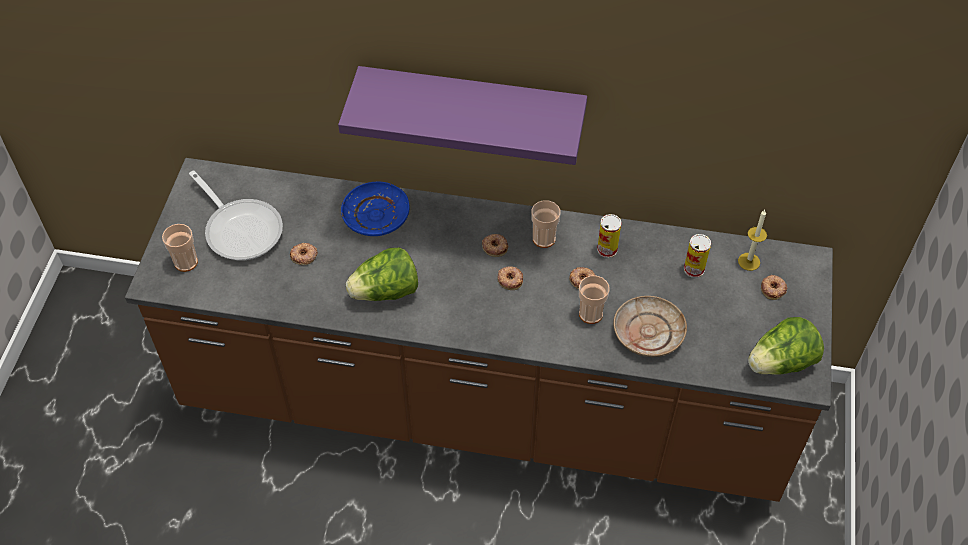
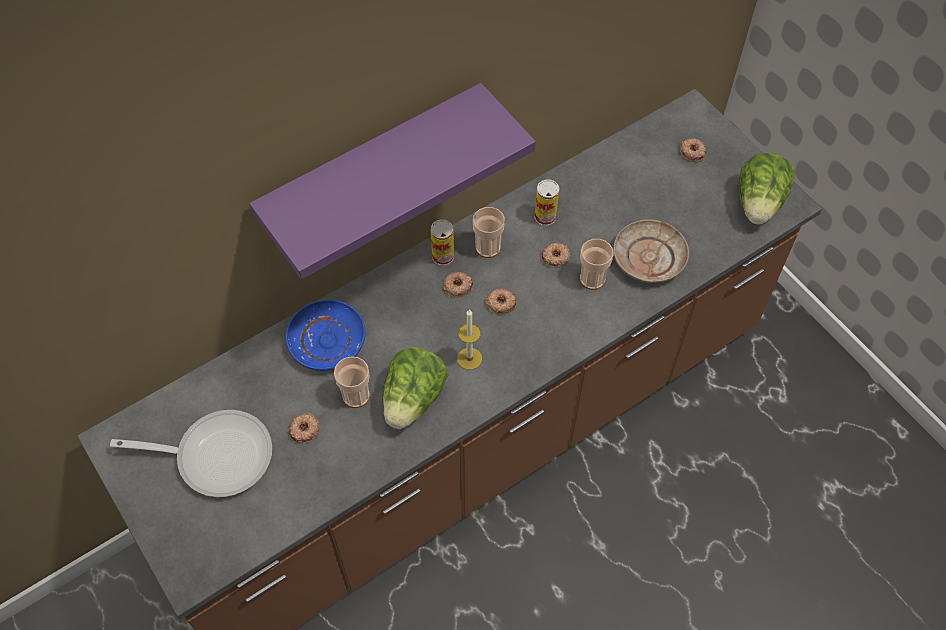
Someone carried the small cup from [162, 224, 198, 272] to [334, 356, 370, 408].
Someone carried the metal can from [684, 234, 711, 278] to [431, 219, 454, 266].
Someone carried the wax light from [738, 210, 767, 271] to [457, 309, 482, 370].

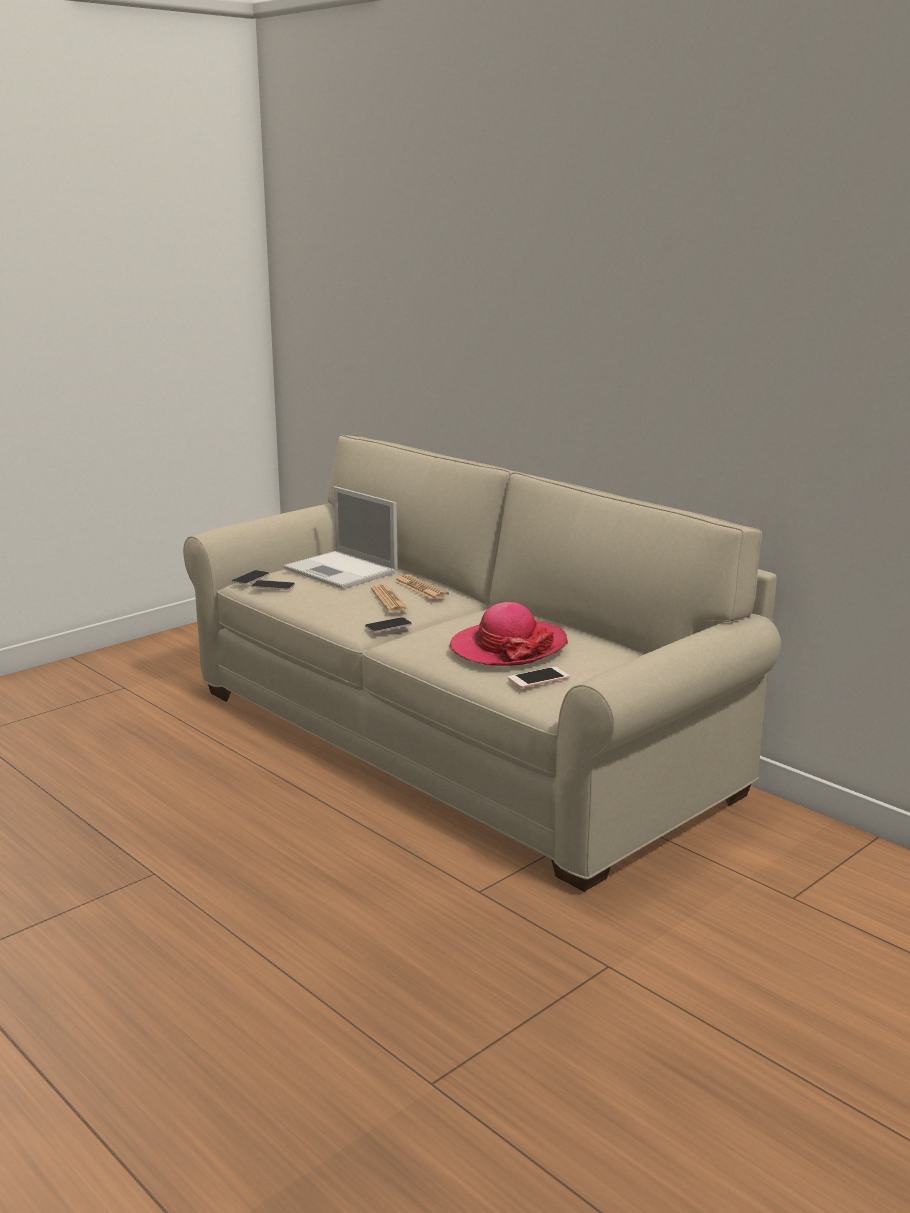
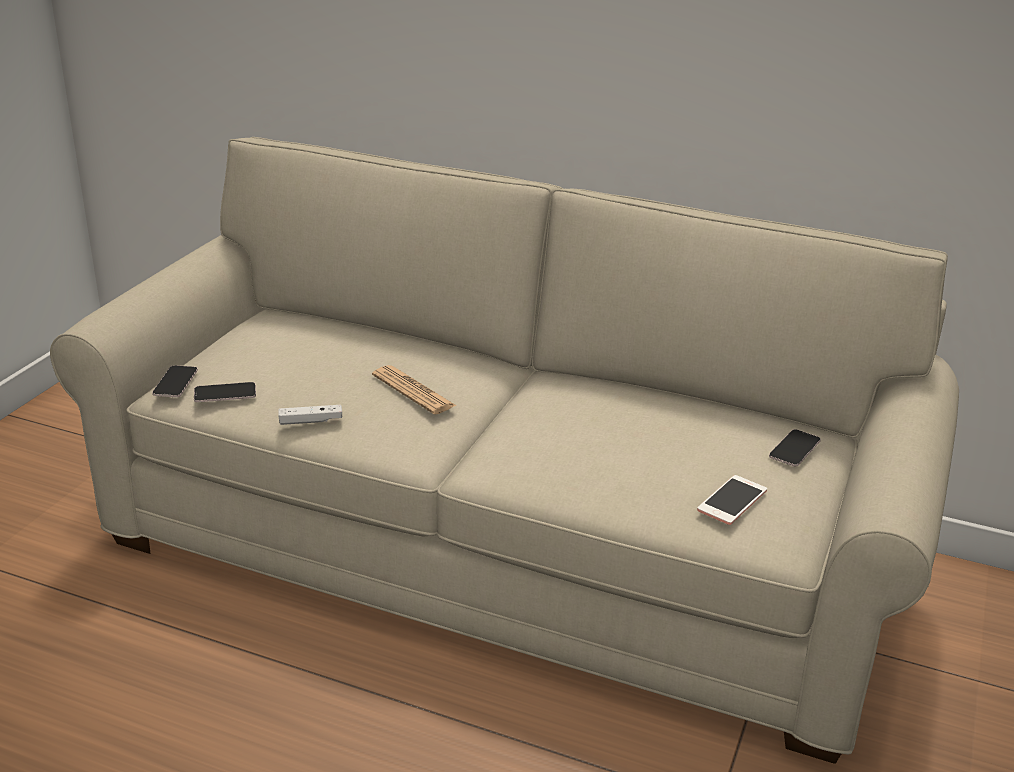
Someone took away the notebook computer at [284, 486, 398, 589].
Someone carried the handset from [365, 617, 412, 632] to [769, 429, 821, 466].
Someone took away the printed paper at [394, 575, 449, 600].
Someone took away the clothing hat at [449, 602, 568, 666].
Someone put down the white joypad at [278, 405, 342, 425].

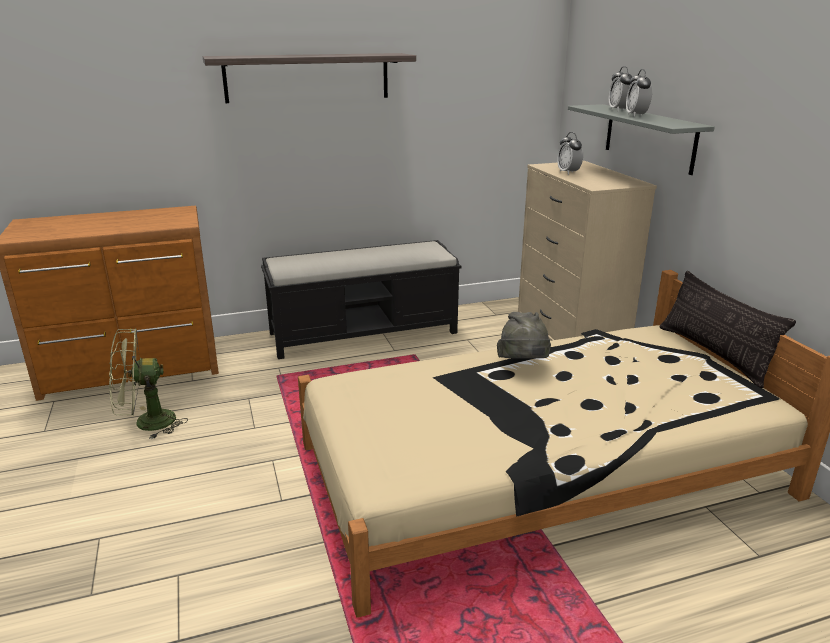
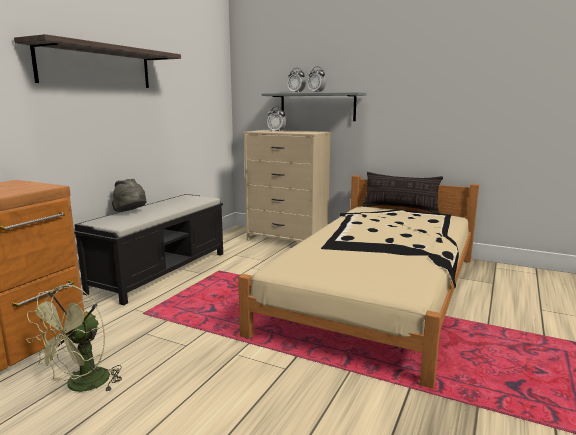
Someone carried the gray clothing hat from [497, 312, 551, 359] to [112, 179, 147, 212].

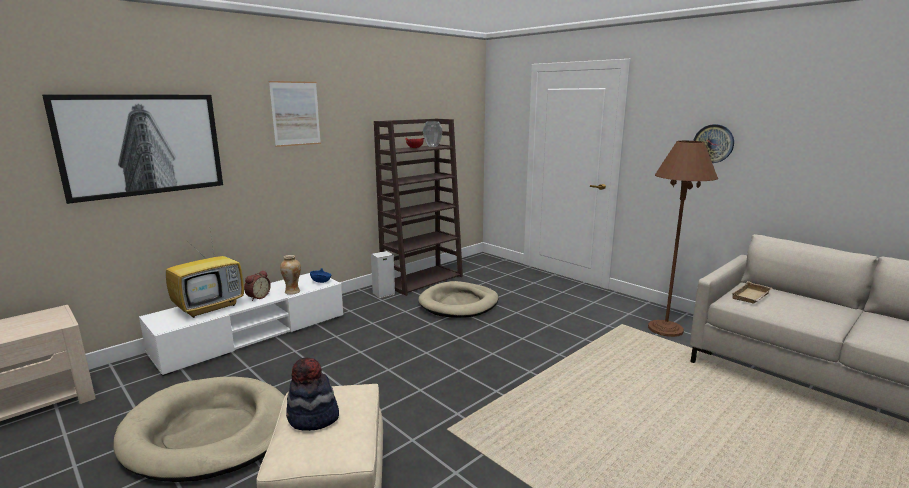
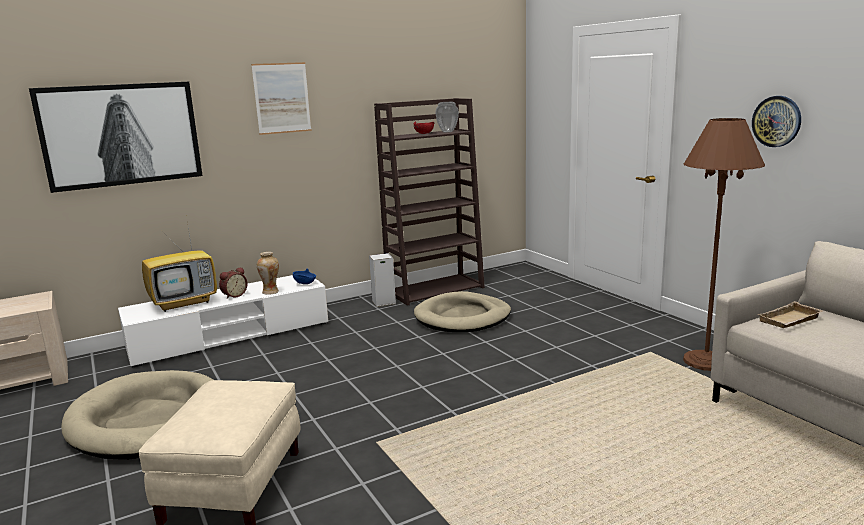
Someone took away the clothing hat at [286, 357, 339, 431].

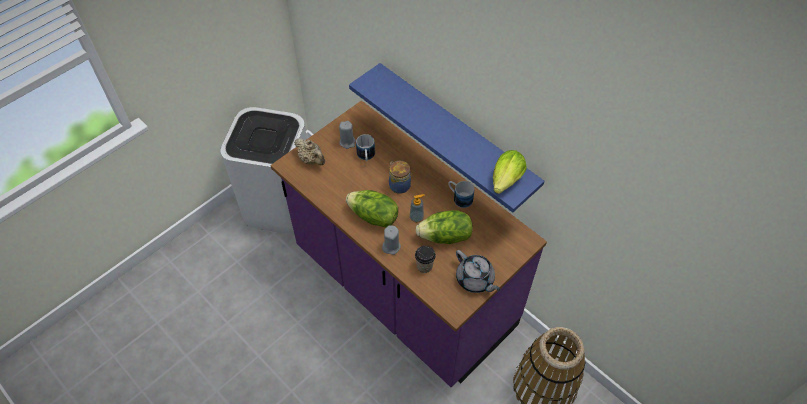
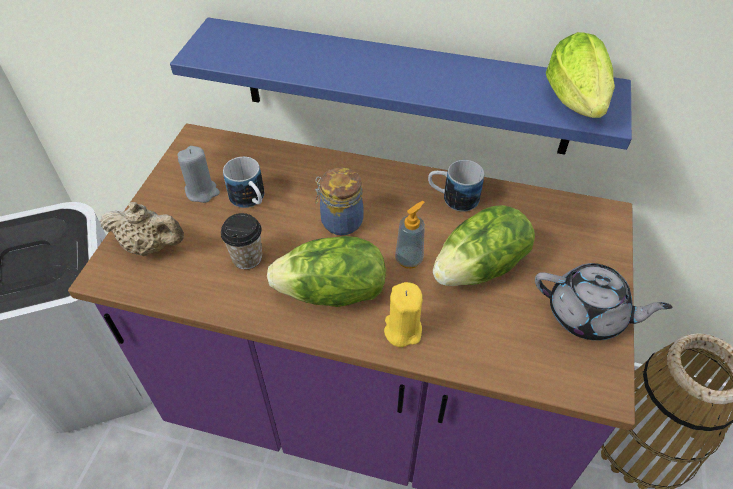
Someone repainted the gray wax light at [382, 225, 401, 255], which became the yellow wax light at [384, 282, 423, 347].
Someone carried the small cup from [415, 246, 436, 273] to [221, 213, 262, 269].

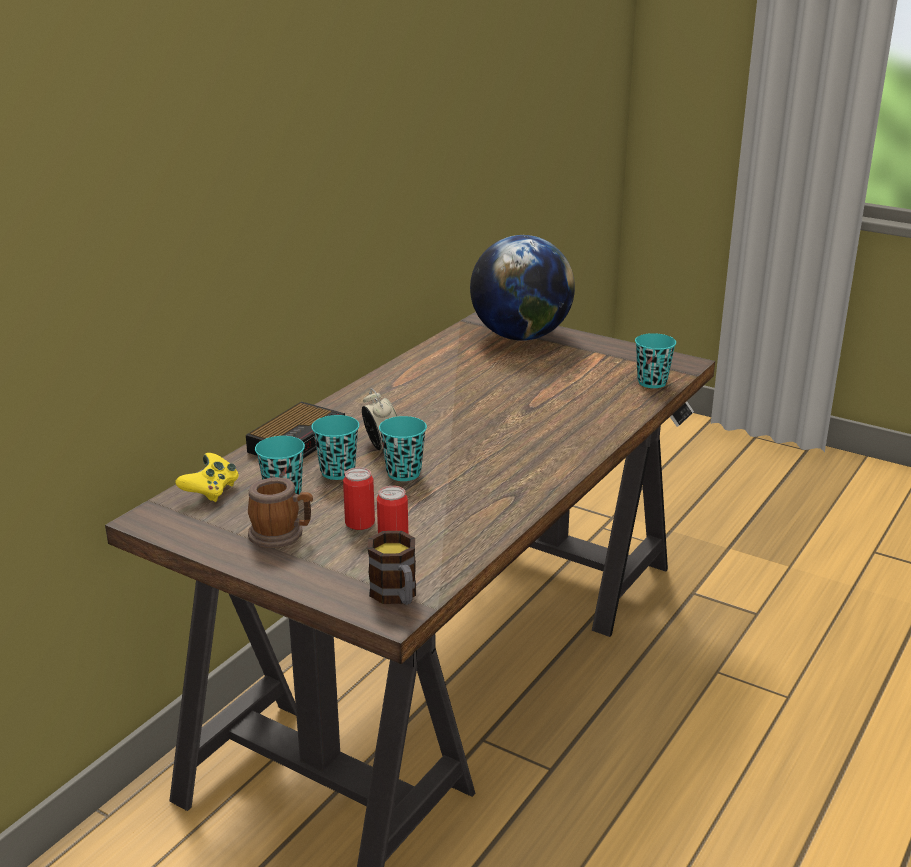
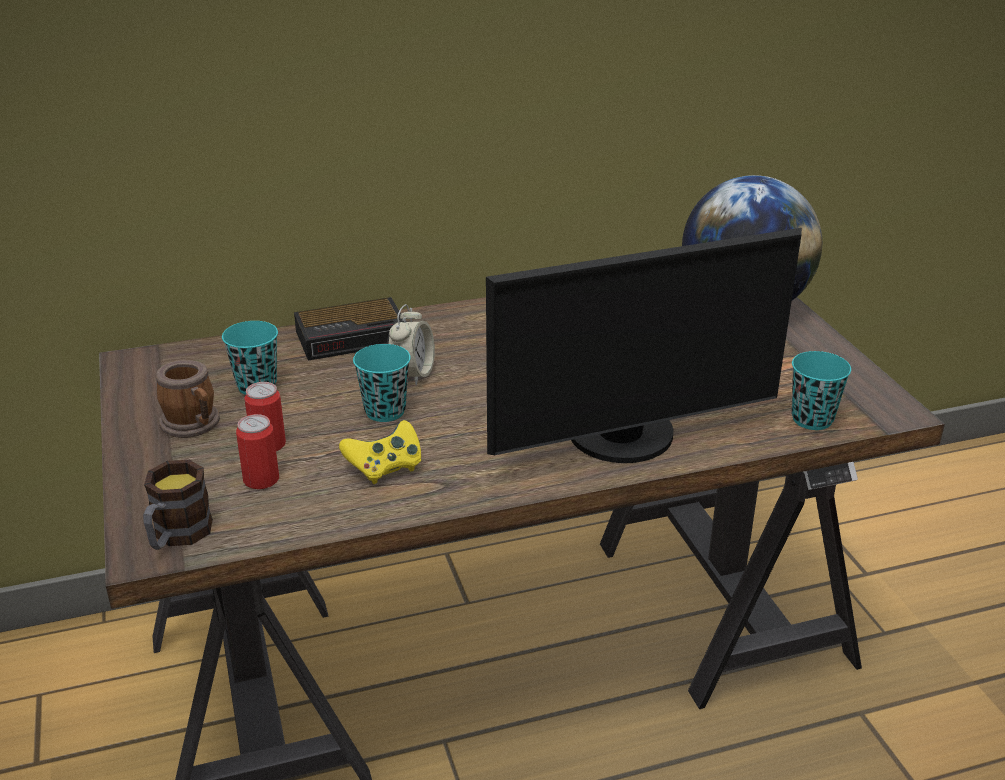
Someone carried the yellow joypad from [175, 453, 239, 502] to [339, 420, 421, 484].
Someone took away the blue-green small cup at [312, 415, 359, 480].
Someone put down the monitor at [486, 228, 802, 463].

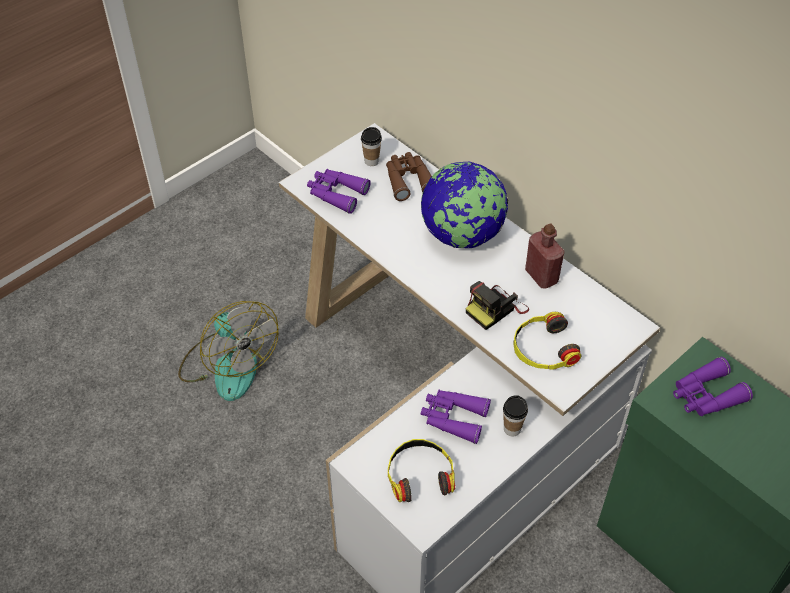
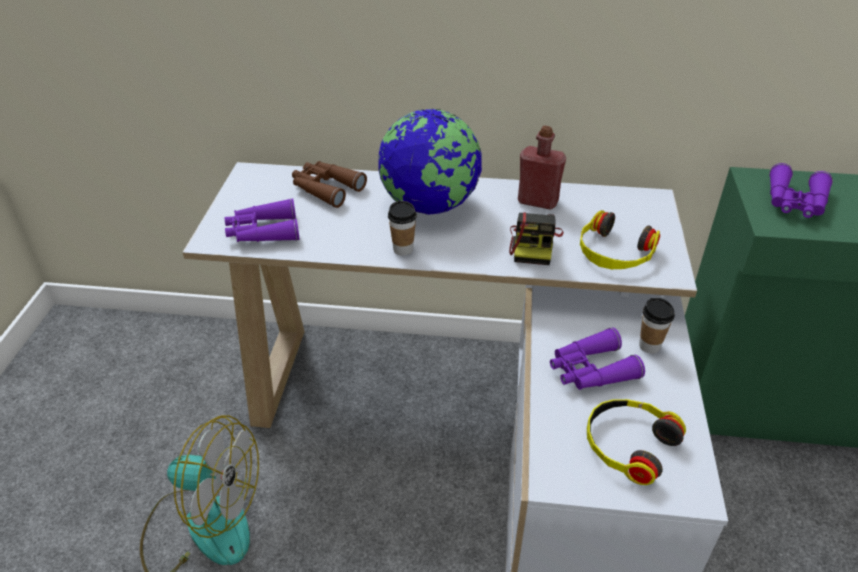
Someone carried the small cup from [361, 127, 382, 166] to [388, 201, 417, 256].

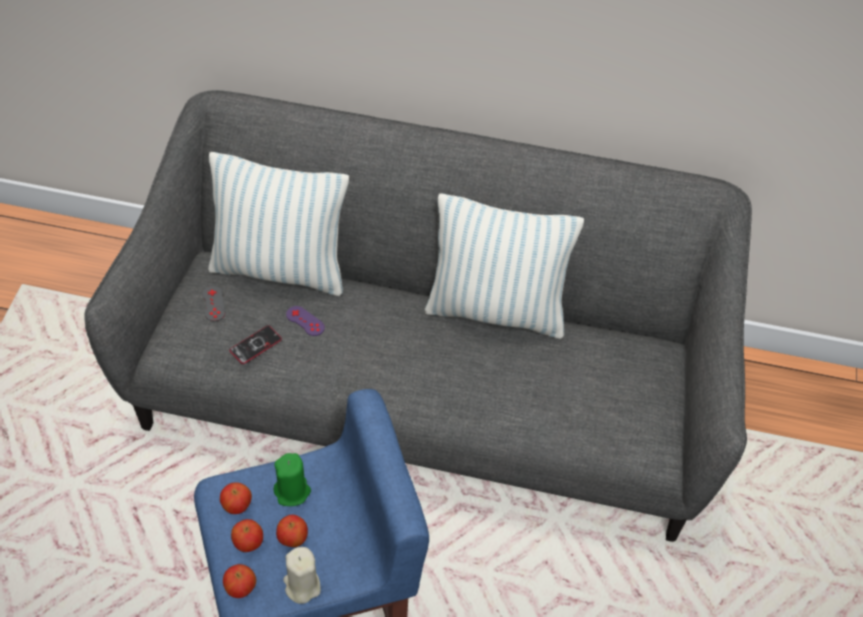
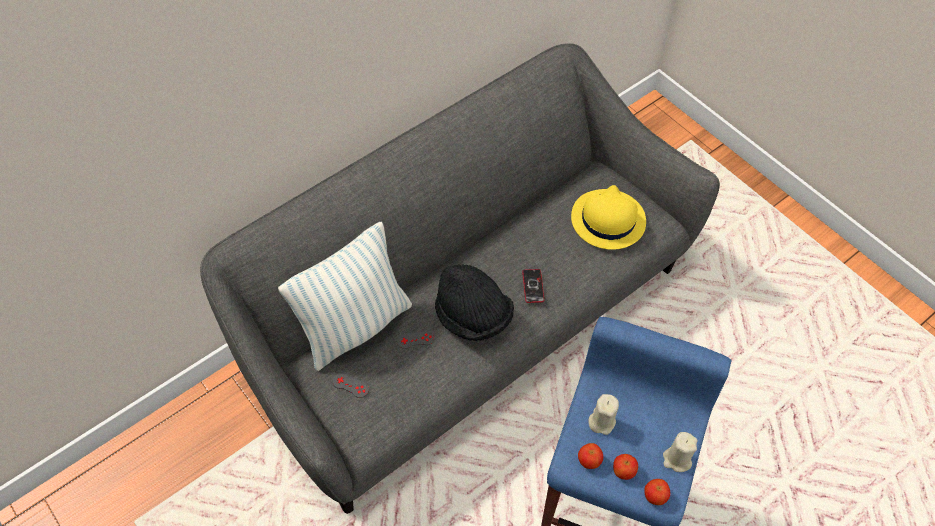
Someone carried the handset from [229, 325, 282, 364] to [522, 269, 544, 303].
Someone repainted the green wax light at [273, 453, 311, 506], which became the beige-coloured wax light at [589, 394, 619, 435].
Someone took away the whole apple at [276, 515, 308, 547].
Someone repainted the purplish joypad at [286, 306, 325, 336], which became the gray joypad at [397, 330, 435, 349].
Someone took away the pillow at [425, 193, 584, 339].
Someone put down the blackish clothing hat at [435, 264, 514, 341].
Someone put down the yellow clothing hat at [571, 185, 646, 250].

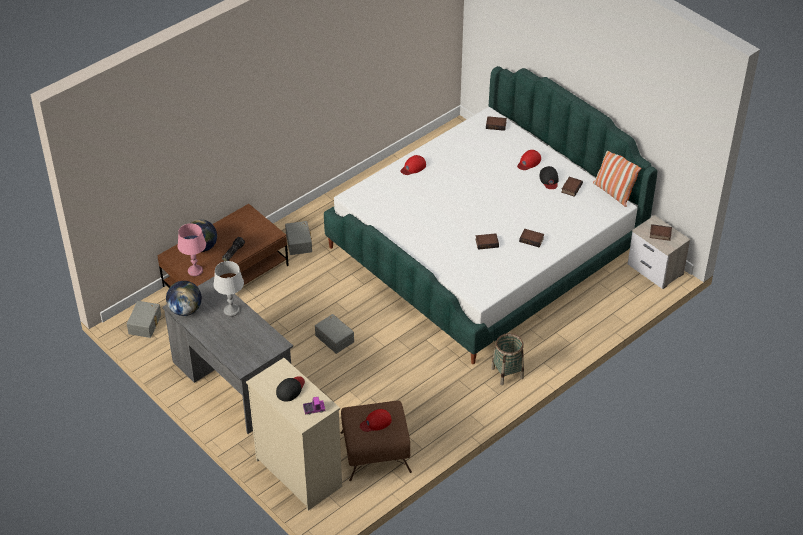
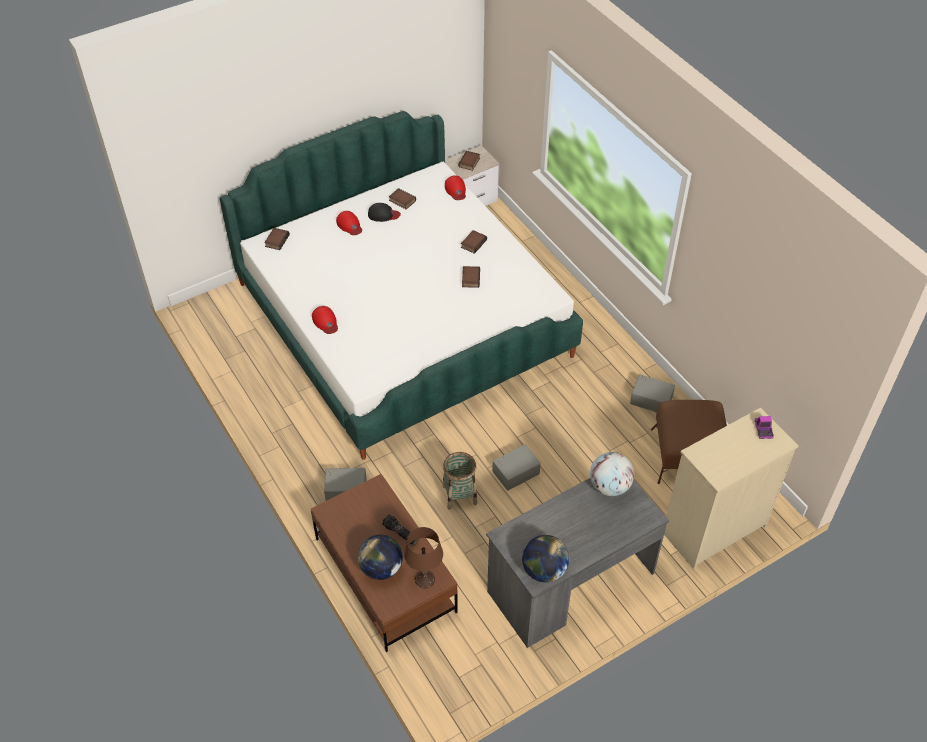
Someone carried the gray storage bin from [127, 301, 161, 338] to [630, 374, 675, 412].
Someone repainted the pink table lamp at [178, 223, 206, 276], which became the brown table lamp at [404, 527, 443, 588].
Someone took away the gray table lamp at [214, 261, 244, 316].
Someone took away the blackish peaked cap at [276, 376, 305, 402].
Someone carried the red-coloured peaked cap from [360, 409, 392, 432] to [445, 175, 466, 200].
Someone carried the basket from [491, 333, 524, 385] to [443, 452, 477, 510].
Someone took away the pillow at [593, 151, 641, 207].
Someone put down the world globe at [590, 452, 634, 496].

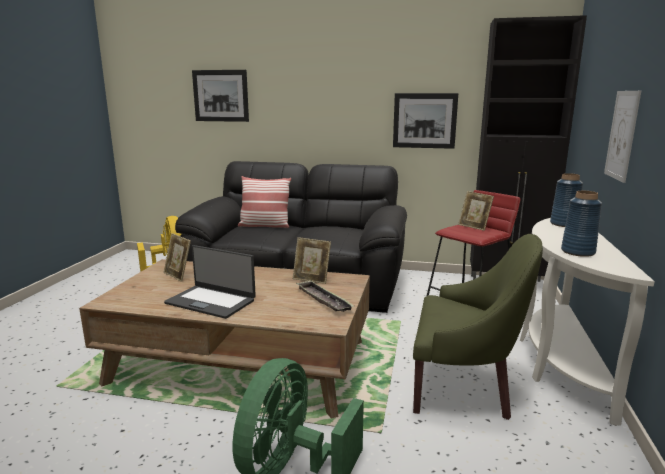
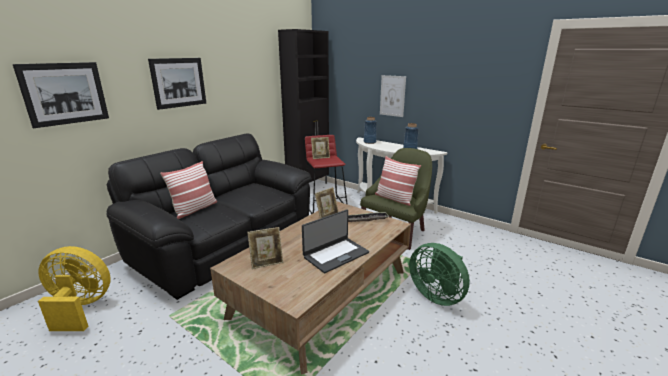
Someone carried the wall picture from [393, 93, 458, 149] to [148, 58, 206, 110].
Someone put down the pillow at [375, 156, 421, 206].

